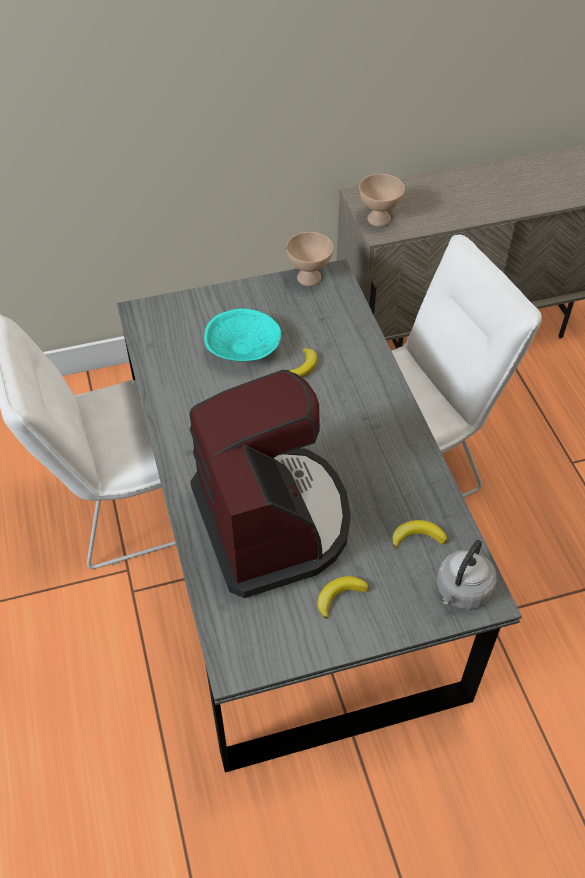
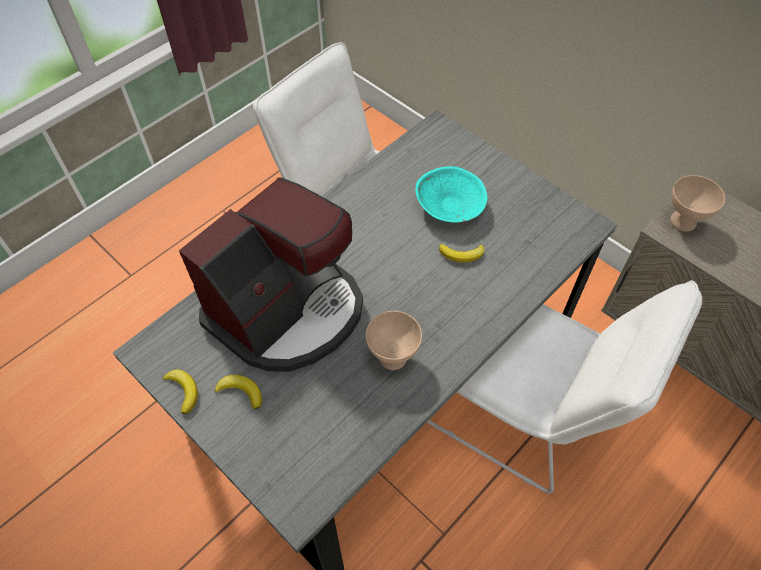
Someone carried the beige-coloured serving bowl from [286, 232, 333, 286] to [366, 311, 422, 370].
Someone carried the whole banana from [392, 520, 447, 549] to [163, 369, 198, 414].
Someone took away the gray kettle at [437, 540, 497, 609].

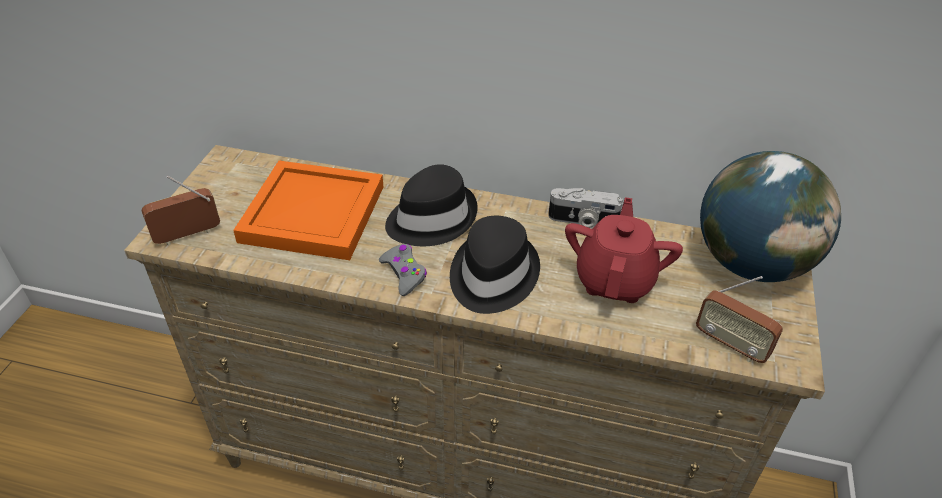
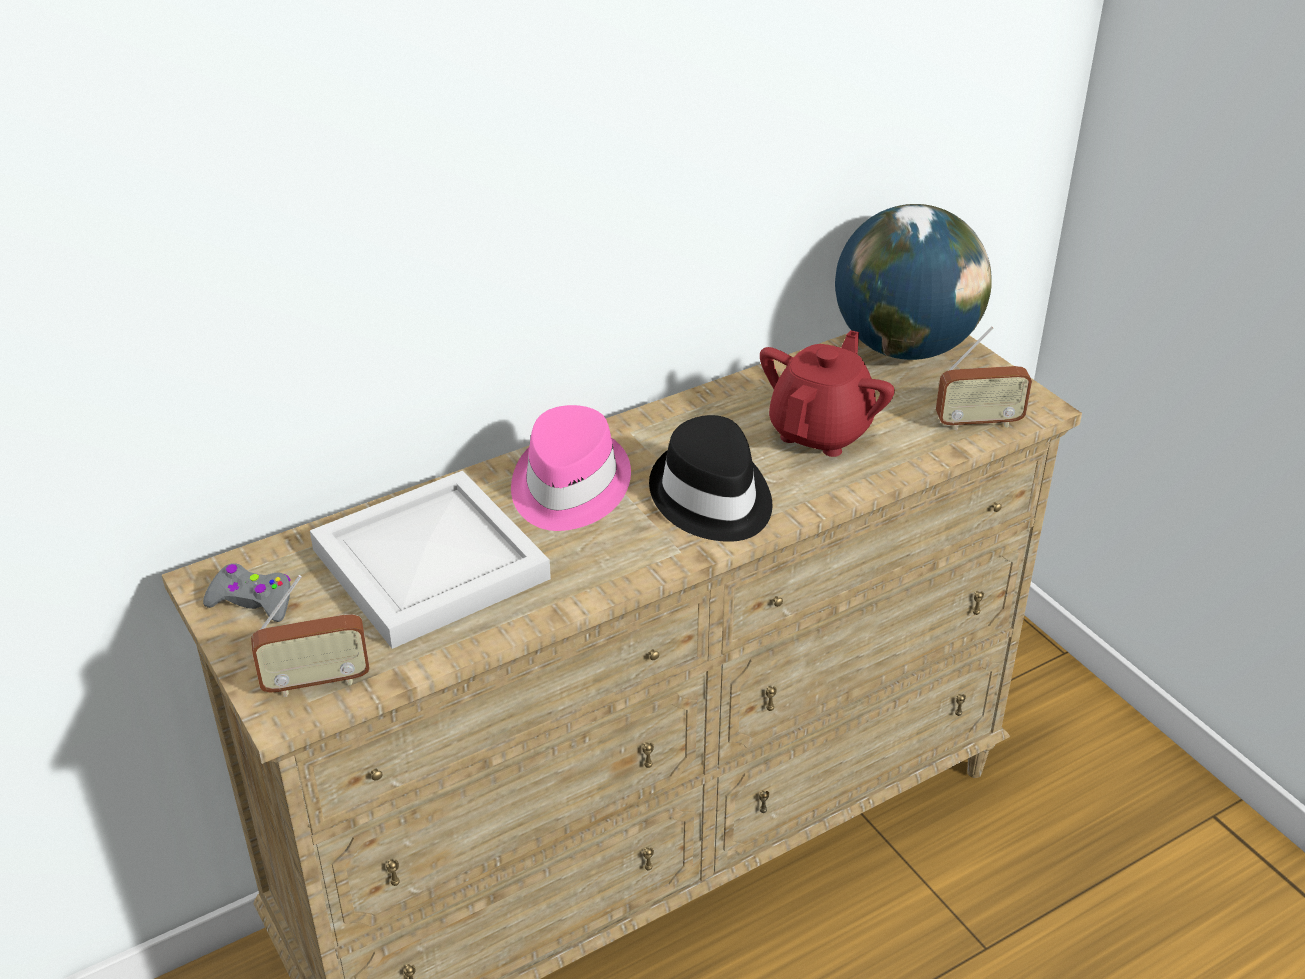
Someone rotated the radio set at [142, 176, 220, 245] by 120 degrees counterclockwise.
Someone repainted the orange tray at [233, 161, 383, 260], which became the white tray at [310, 471, 551, 649].
Someone carried the gray joypad from [379, 244, 427, 296] to [203, 563, 291, 622].
Someone repainted the blackish clothing hat at [385, 164, 478, 246], which became the pink clothing hat at [511, 405, 631, 531].
Someone took away the still camera at [548, 188, 623, 229].
Someone rotated the red-coloured teapot at [565, 197, 683, 303] by 60 degrees clockwise.

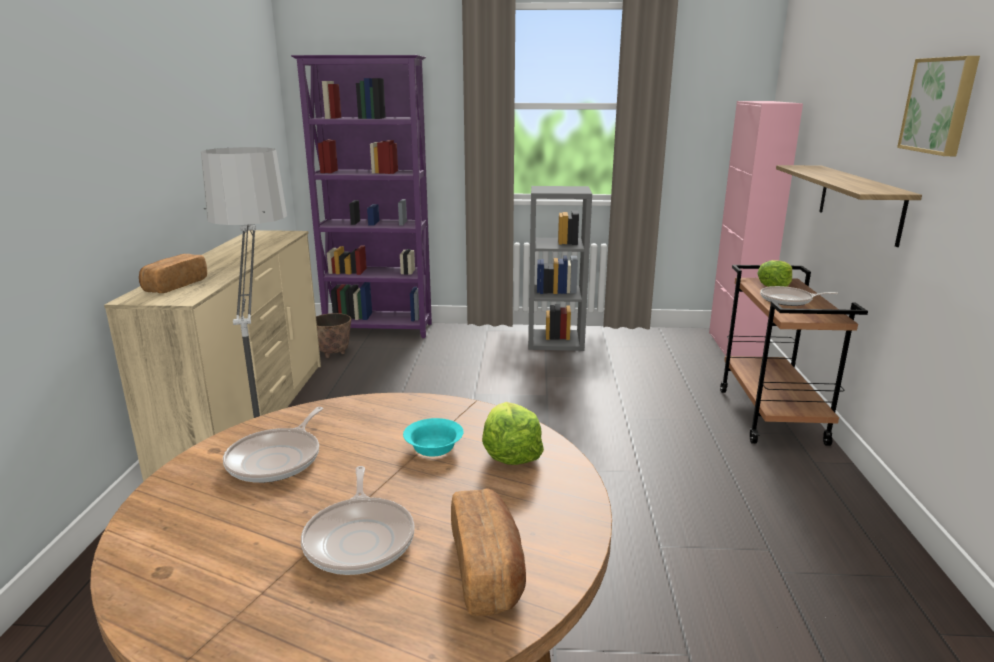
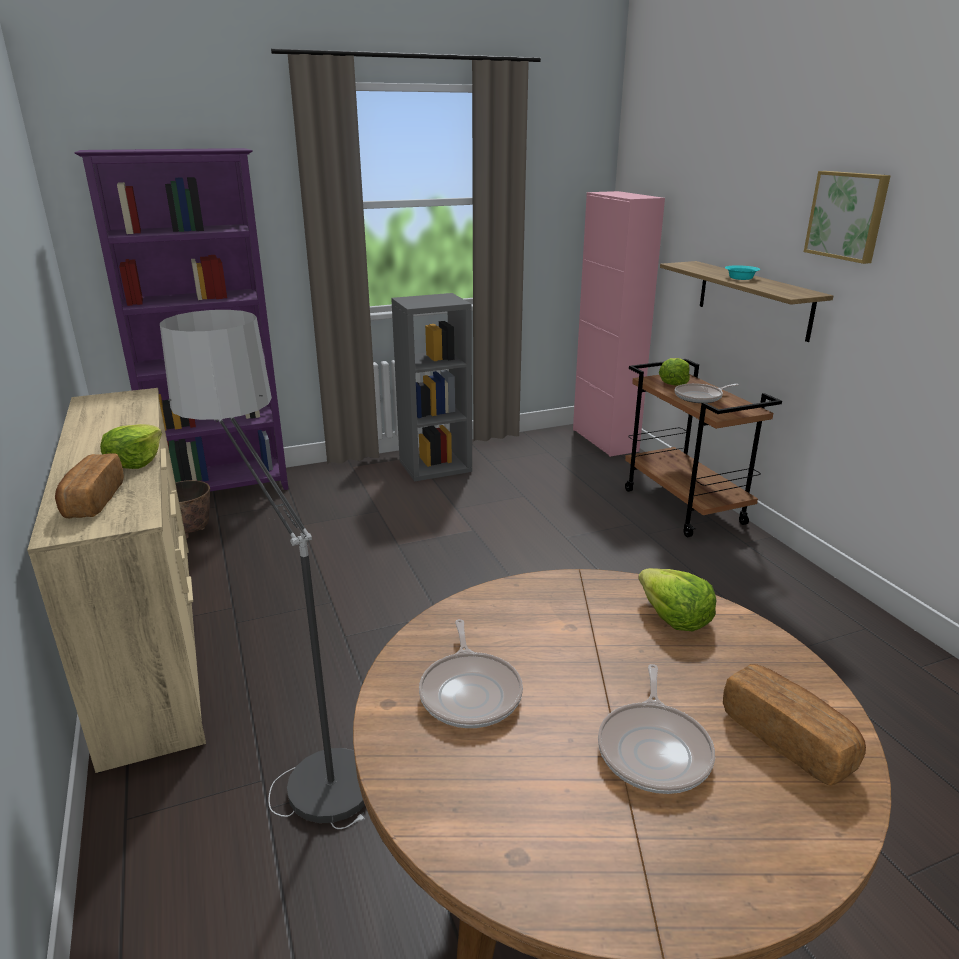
Someone rotated the frying pan at [301, 466, 415, 575] by 45 degrees clockwise.
Someone carried the blue-green serving bowl from [403, 418, 463, 457] to [725, 265, 760, 280].
Someone put down the lettuce head at [100, 424, 162, 469].

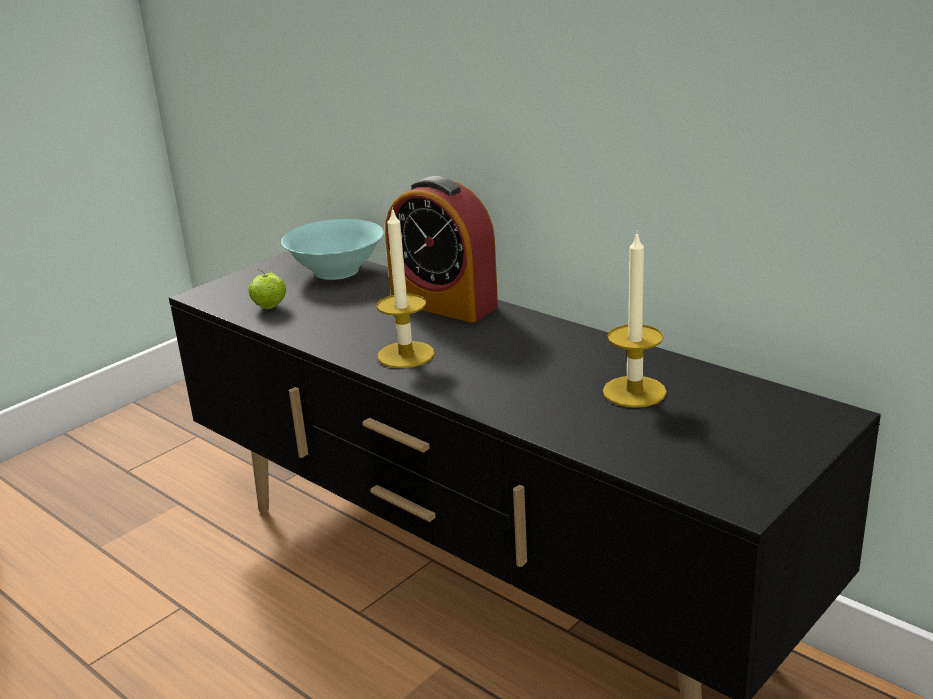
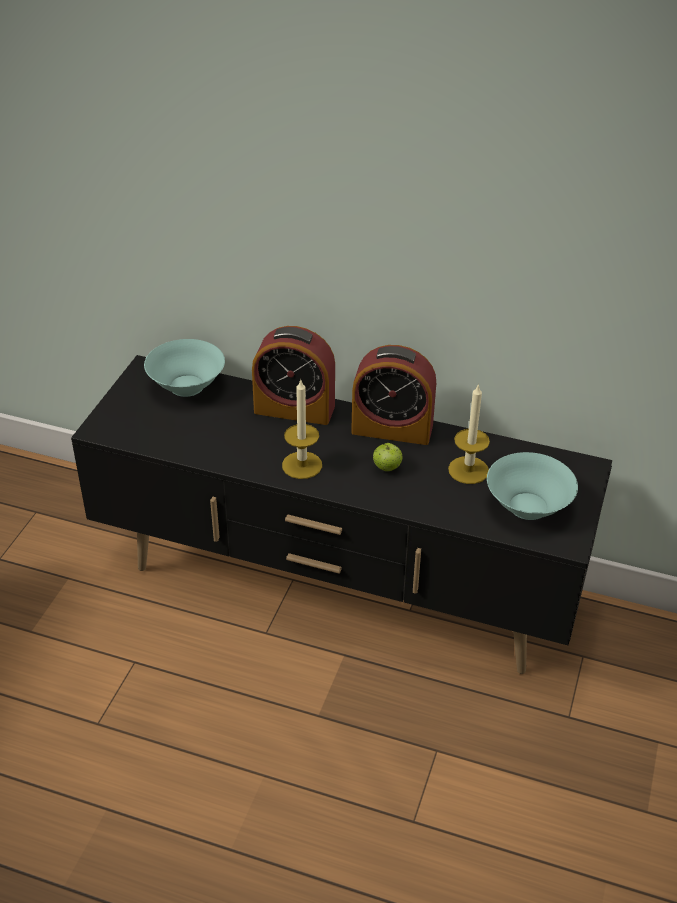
Someone carried the whole apple from [248, 269, 286, 309] to [373, 443, 403, 471].
Someone put down the alarm clock at [351, 345, 436, 445].
Someone put down the blue-green serving bowl at [487, 452, 578, 520].

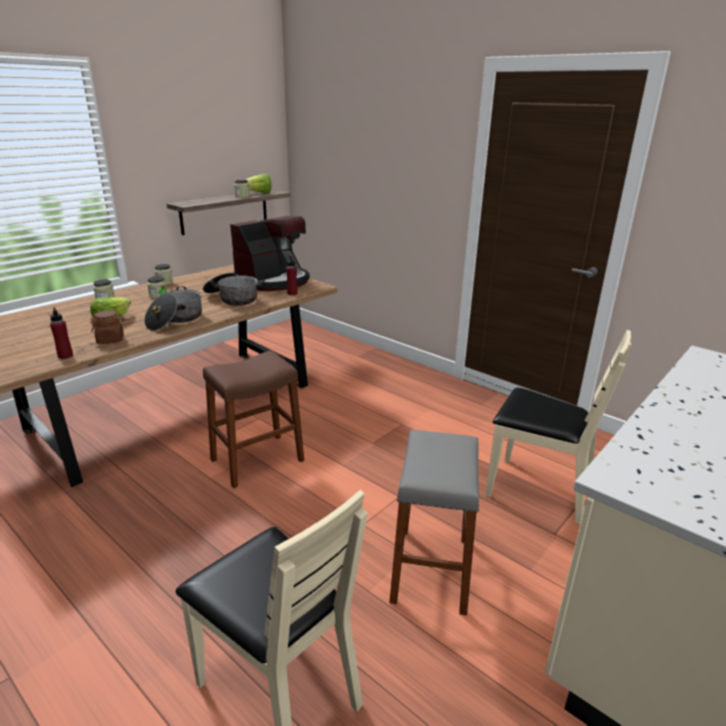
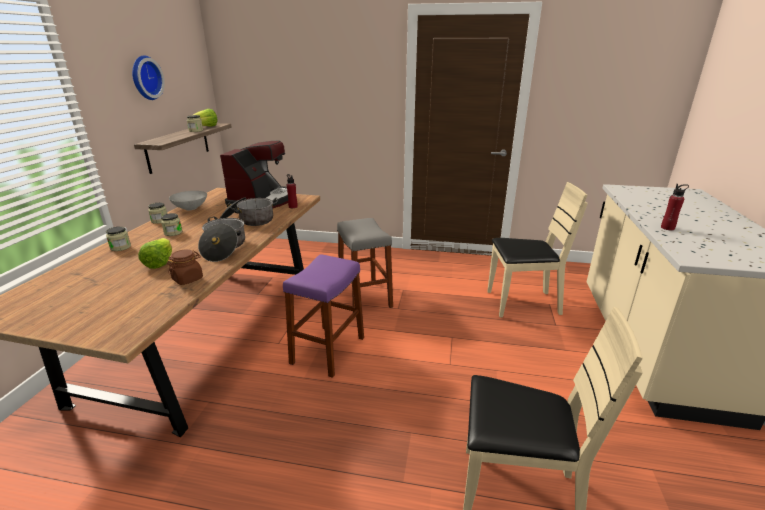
Someone carried the red-coloured bottle from [50, 307, 73, 359] to [661, 184, 689, 231].
Someone repainted the brown sitting stool at [203, 351, 304, 488], which became the purplish sitting stool at [283, 255, 364, 378].
Someone carried the gray sitting stool from [389, 430, 479, 615] to [337, 218, 393, 312].
Someone put up the hanging clock at [132, 55, 165, 100].
Someone put down the gray serving bowl at [169, 191, 207, 210].

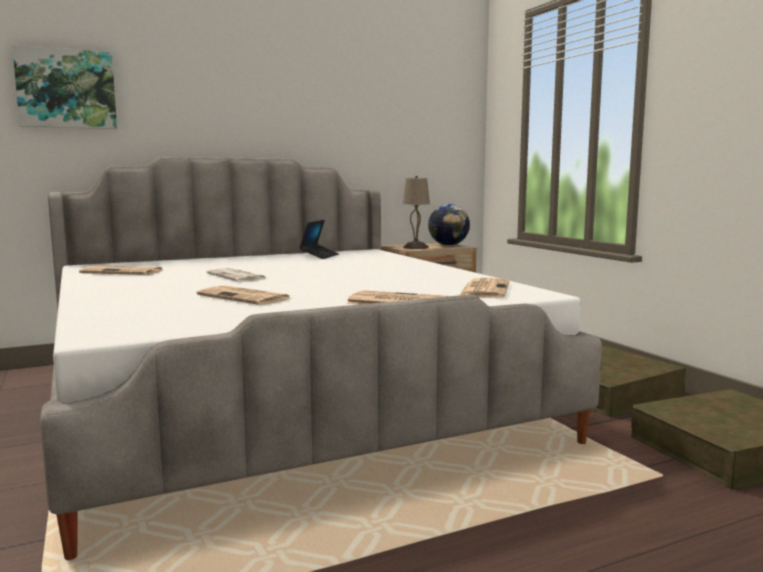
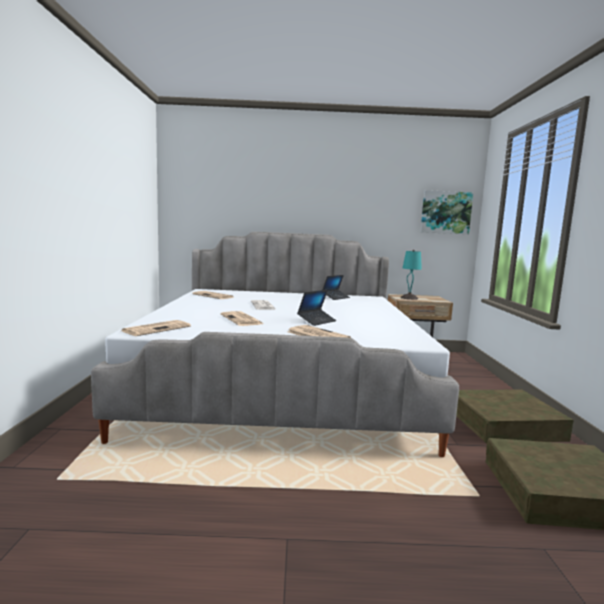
Someone carried the wall picture from [12, 45, 117, 129] to [421, 190, 473, 234].
Someone repainted the beige-coloured table lamp at [403, 176, 430, 249], which became the blue-green table lamp at [400, 250, 422, 300].
Someone took away the world globe at [428, 204, 470, 245].
Someone carried the printed paper from [460, 278, 509, 298] to [122, 320, 191, 336].
Someone put down the notebook computer at [297, 290, 336, 326].

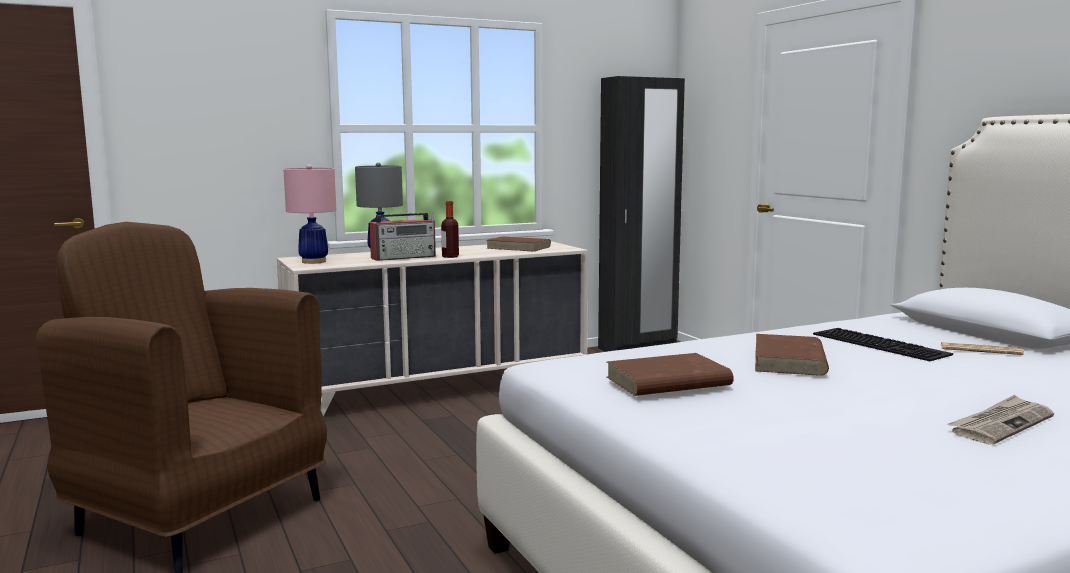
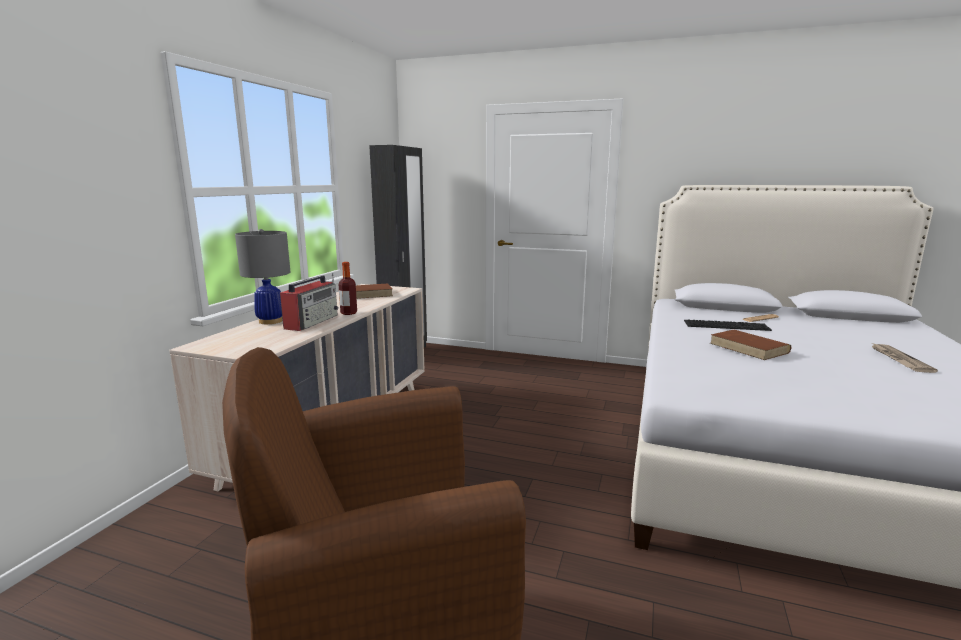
Someone took away the pink table lamp at [283, 164, 336, 264].
Someone took away the brown bound book at [607, 353, 734, 396].

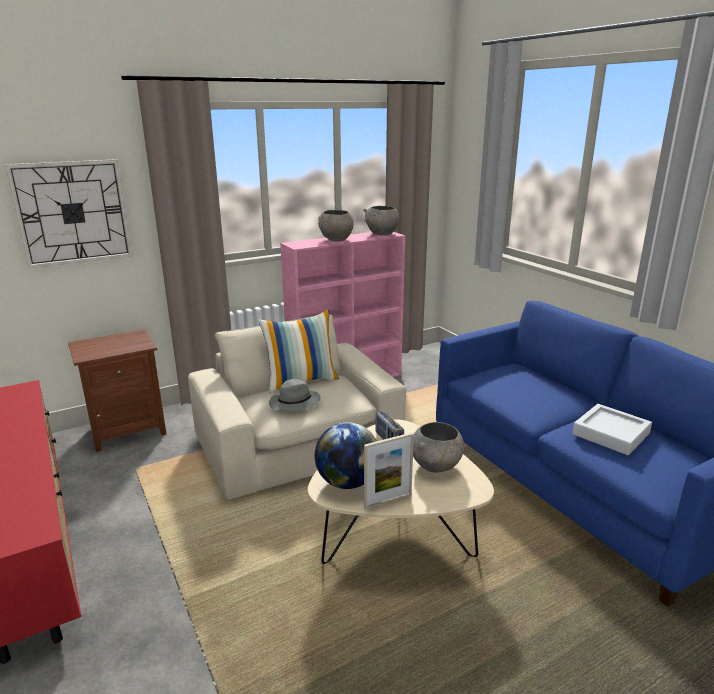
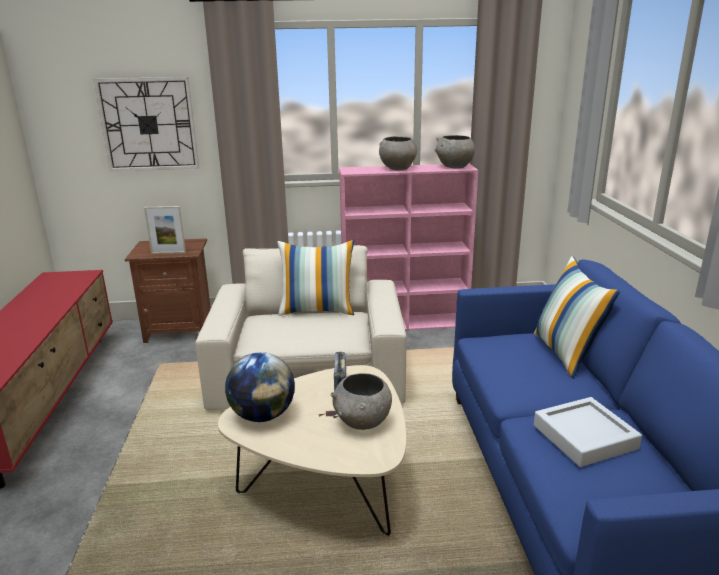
Someone took away the gray clothing hat at [269, 379, 321, 411].
Someone carried the photo frame from [364, 432, 414, 509] to [144, 206, 186, 254].
Someone put down the pillow at [534, 256, 620, 378].

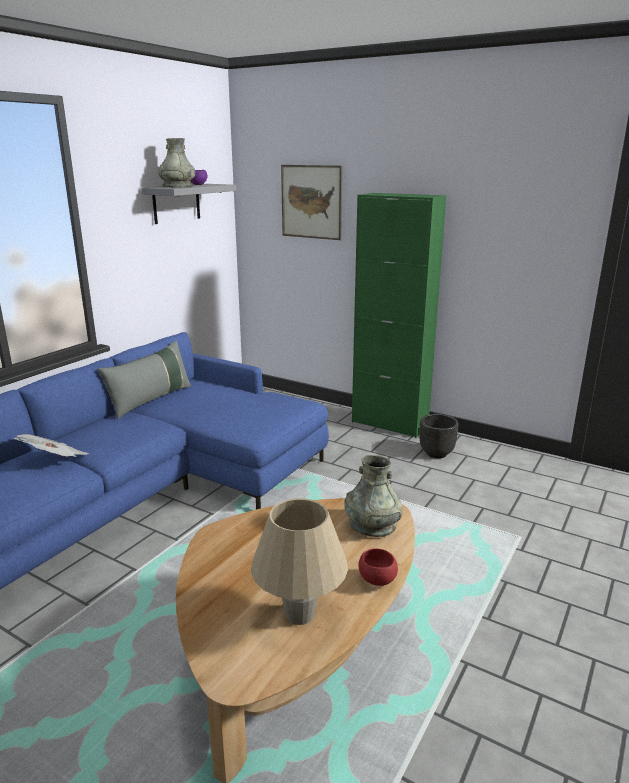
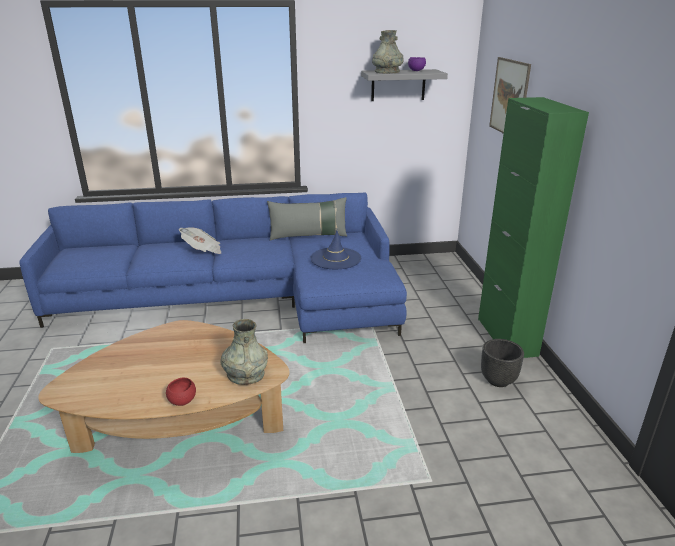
Someone took away the beige-coloured table lamp at [251, 498, 348, 625].
Someone put down the bluish clothing hat at [310, 230, 361, 269].

